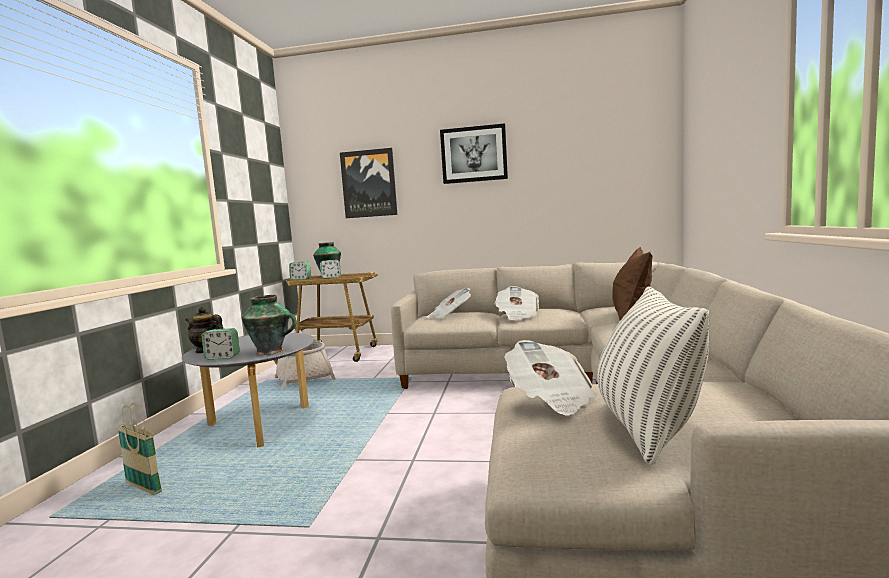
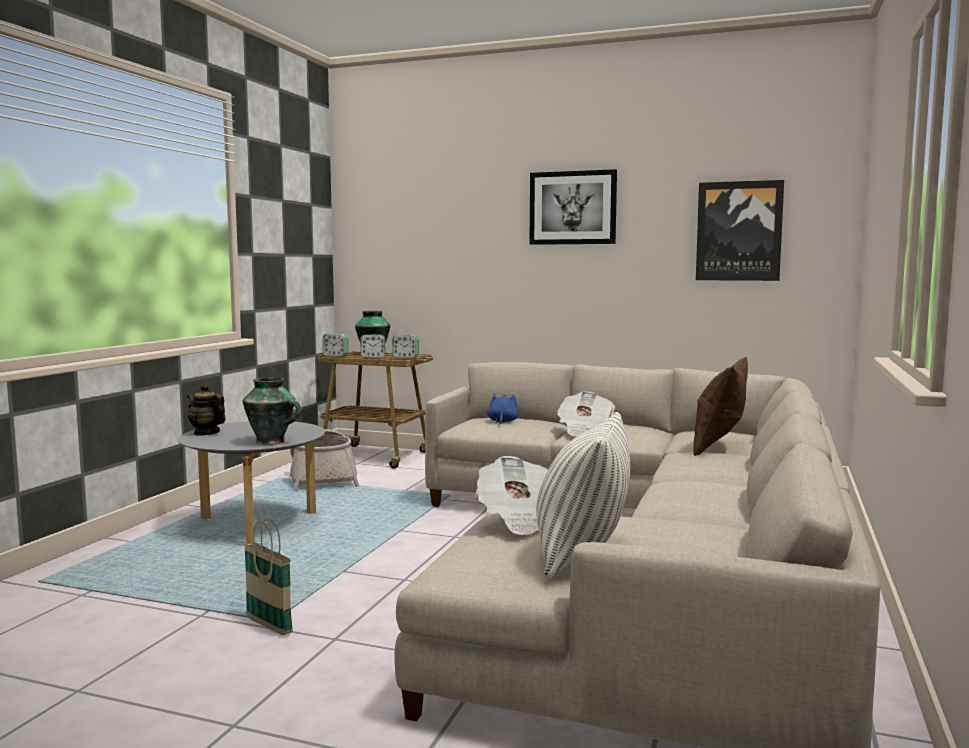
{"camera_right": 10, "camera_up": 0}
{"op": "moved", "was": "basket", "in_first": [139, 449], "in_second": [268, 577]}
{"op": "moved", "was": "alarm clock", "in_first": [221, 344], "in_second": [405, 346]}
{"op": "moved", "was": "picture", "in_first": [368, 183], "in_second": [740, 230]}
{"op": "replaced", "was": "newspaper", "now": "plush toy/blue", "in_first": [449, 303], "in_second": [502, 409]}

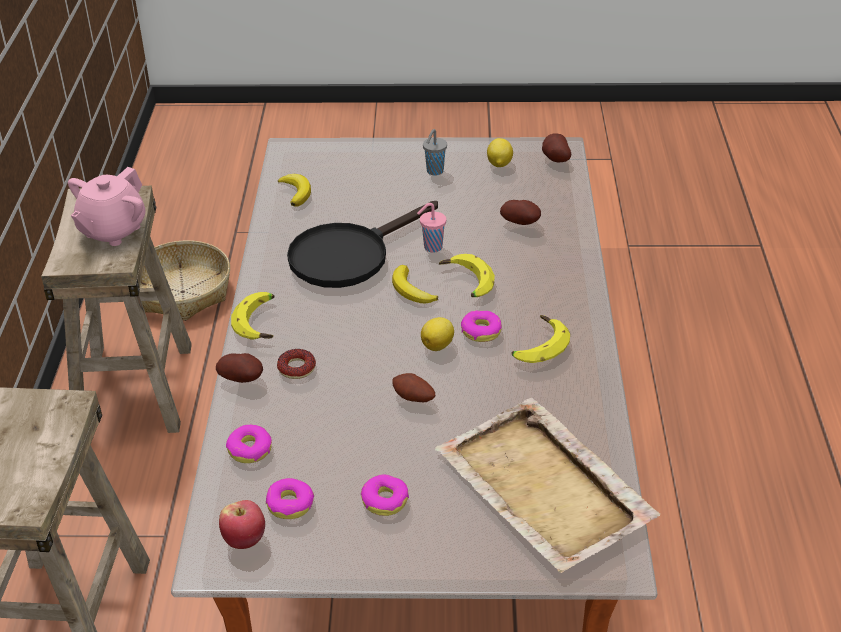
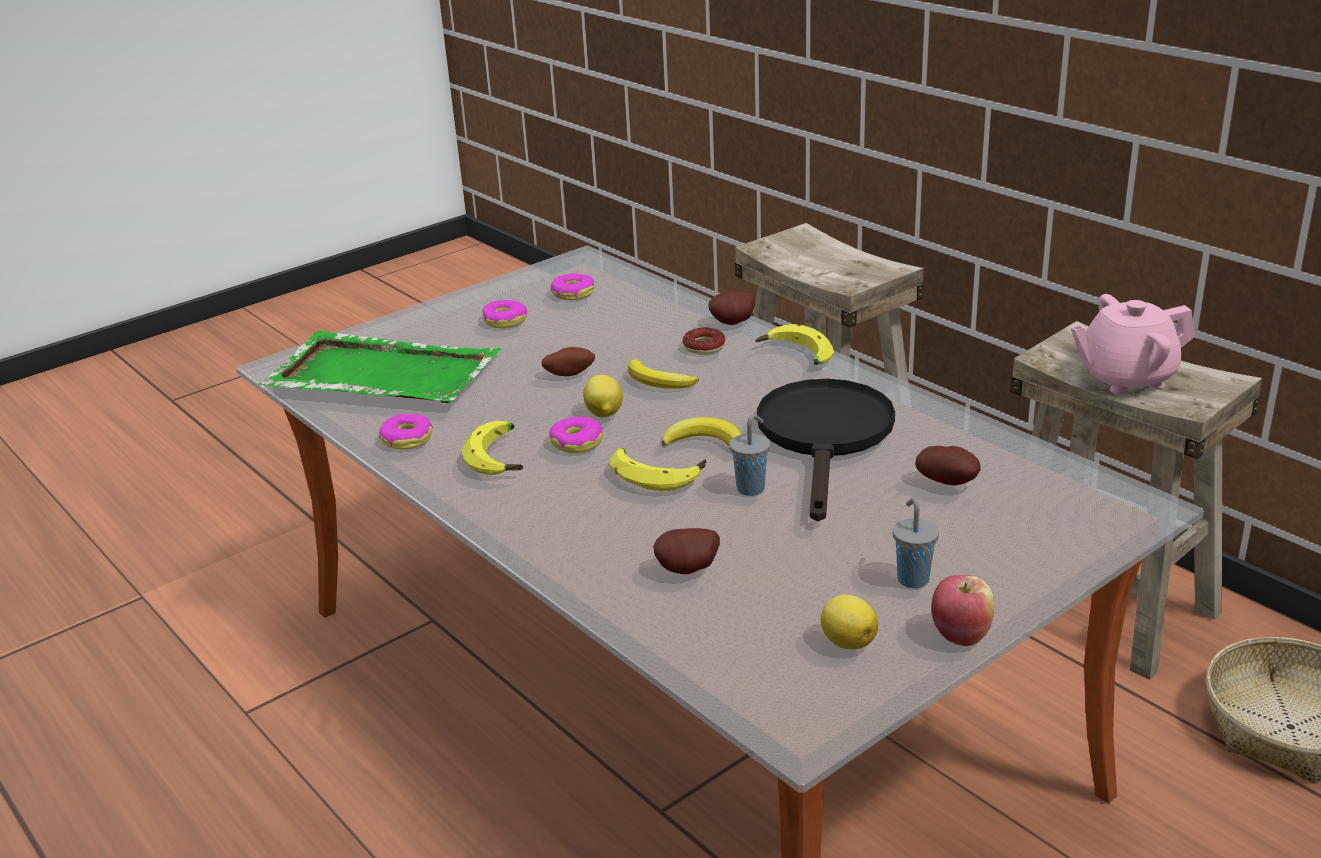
{"camera_right": 140, "camera_up": -10}
{"op": "turned", "was": "teapot/pink", "in_first": [107, 206], "in_second": [1133, 344], "clockwise": -90}
{"op": "moved", "was": "apple", "in_first": [242, 524], "in_second": [962, 610]}
{"op": "moved", "was": "donut", "in_first": [249, 444], "in_second": [406, 432]}
{"op": "moved", "was": "banana", "in_first": [294, 190], "in_second": [663, 374]}
{"op": "recoloured", "was": "cup/pink", "now": "cup/grey", "in_first": [431, 228], "in_second": [750, 455]}
{"op": "recoloured", "was": "tray/beige", "now": "tray/green", "in_first": [547, 485], "in_second": [379, 367]}
{"op": "moved", "was": "potato", "in_first": [556, 147], "in_second": [947, 466]}

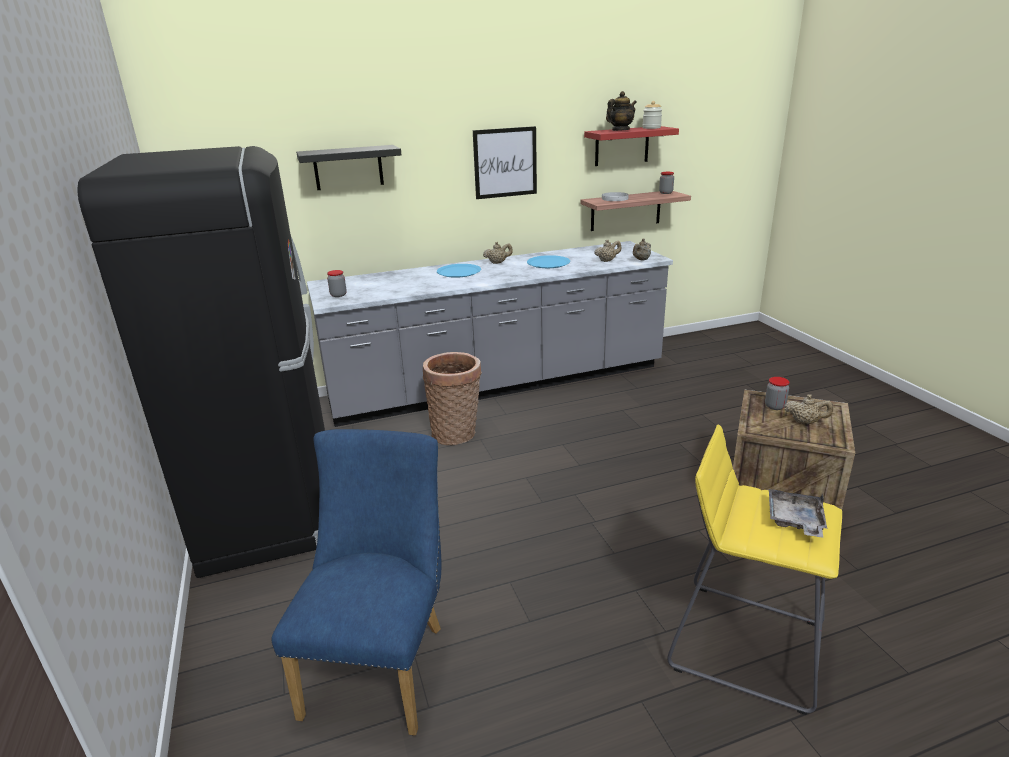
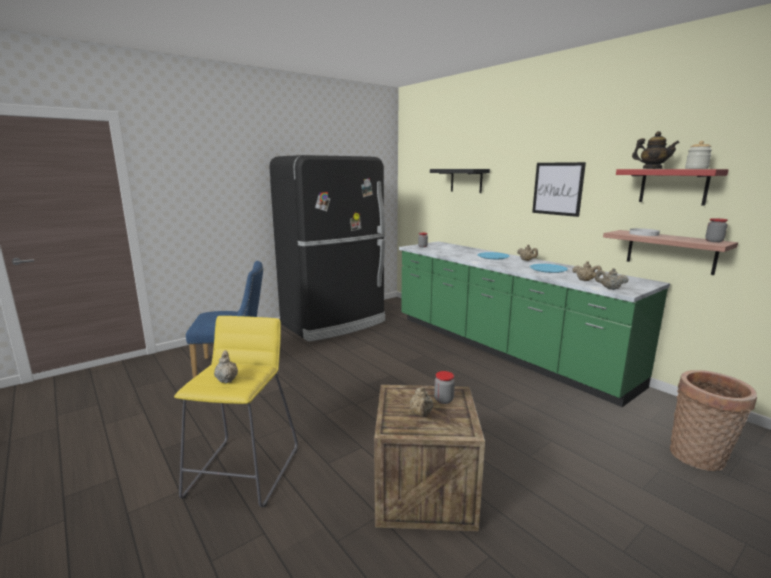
{"camera_right": 70, "camera_up": -10}
{"op": "recoloured", "was": "counter/grey", "now": "counter/green", "in_first": [490, 334], "in_second": [534, 324]}
{"op": "moved", "was": "basket", "in_first": [452, 398], "in_second": [713, 420]}
{"op": "replaced", "was": "tray/grey", "now": "teapot/beige", "in_first": [798, 513], "in_second": [226, 366]}

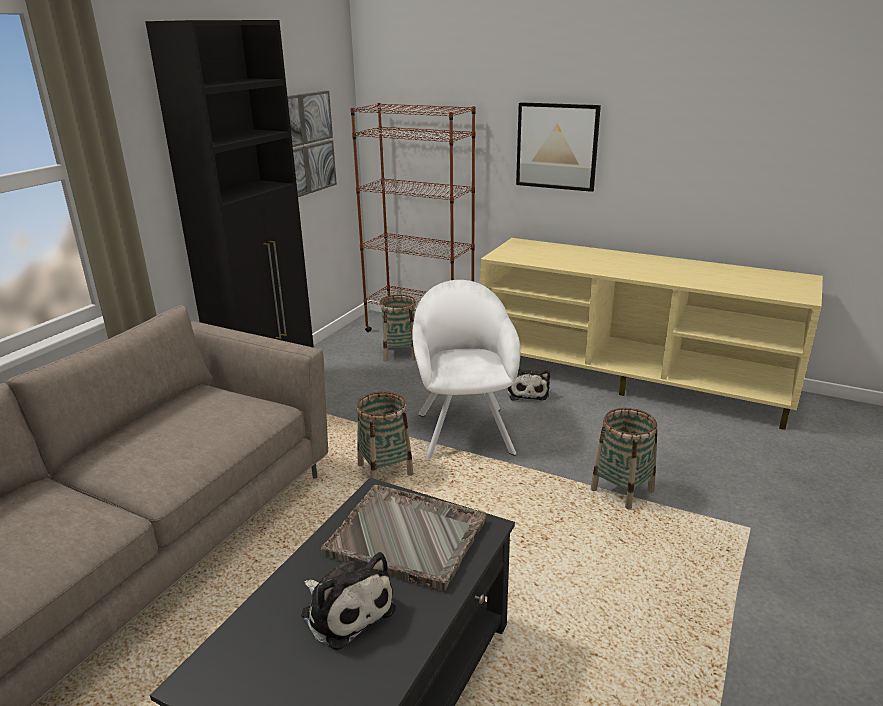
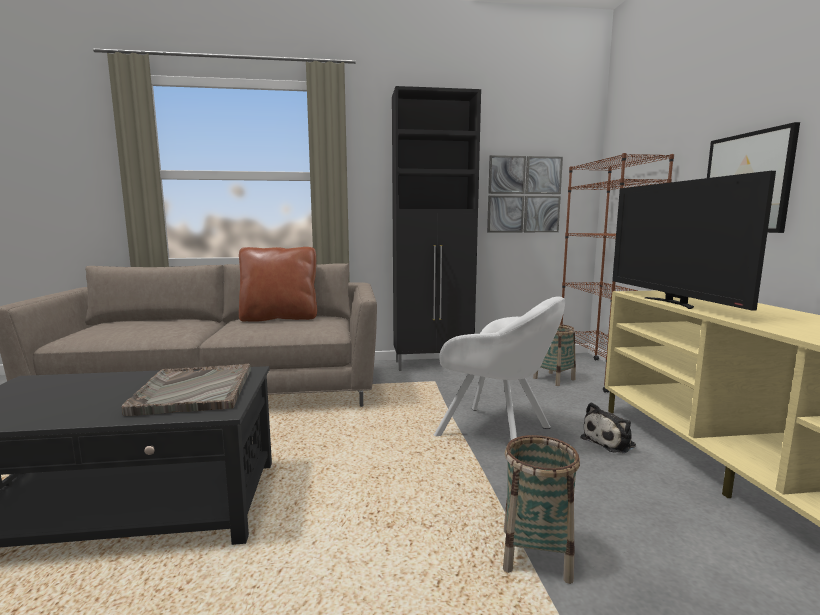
{"camera_right": 55, "camera_up": -15}
{"op": "removed", "was": "plush toy", "in_first": [348, 601]}
{"op": "removed", "was": "basket", "in_first": [385, 435]}
{"op": "turned", "was": "armchair/white", "in_first": [466, 370], "in_second": [499, 368], "clockwise": 75}
{"op": "added", "now": "pillow/brown", "in_second": [278, 284]}
{"op": "added", "now": "television", "in_second": [694, 241]}

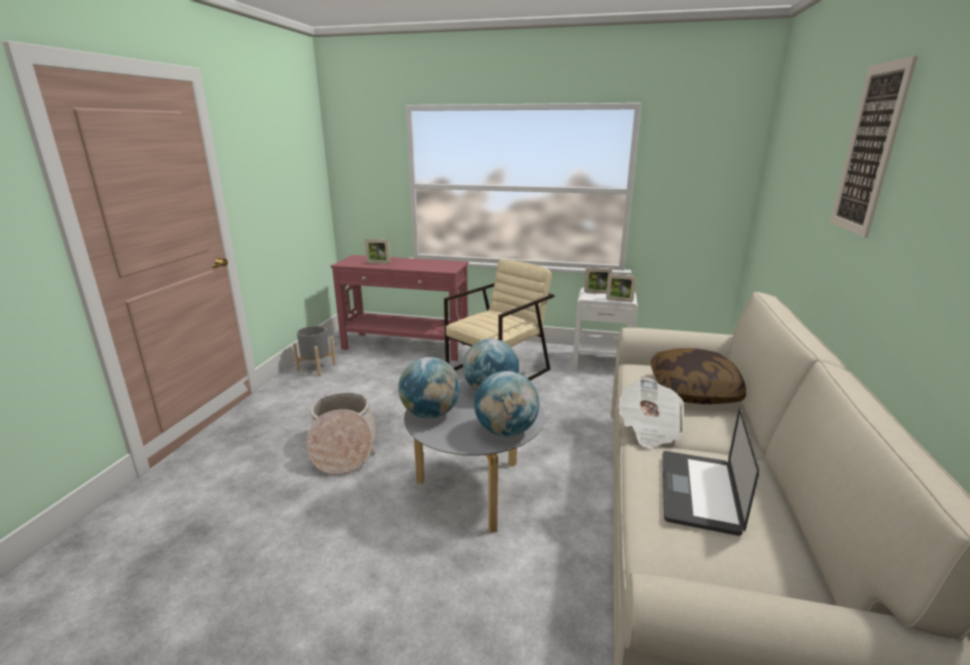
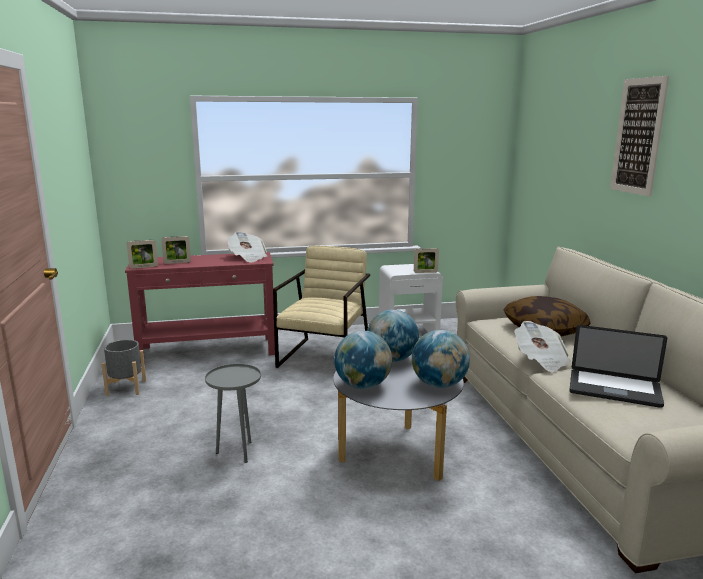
{"camera_right": -25, "camera_up": -5}
{"op": "replaced", "was": "basket", "now": "side table/grey", "in_first": [341, 433], "in_second": [233, 413]}
{"op": "moved", "was": "picture frame", "in_first": [598, 281], "in_second": [142, 254]}
{"op": "turned", "was": "laptop", "in_first": [711, 472], "in_second": [618, 366], "clockwise": -60}
{"op": "added", "now": "newspaper", "in_second": [248, 247]}

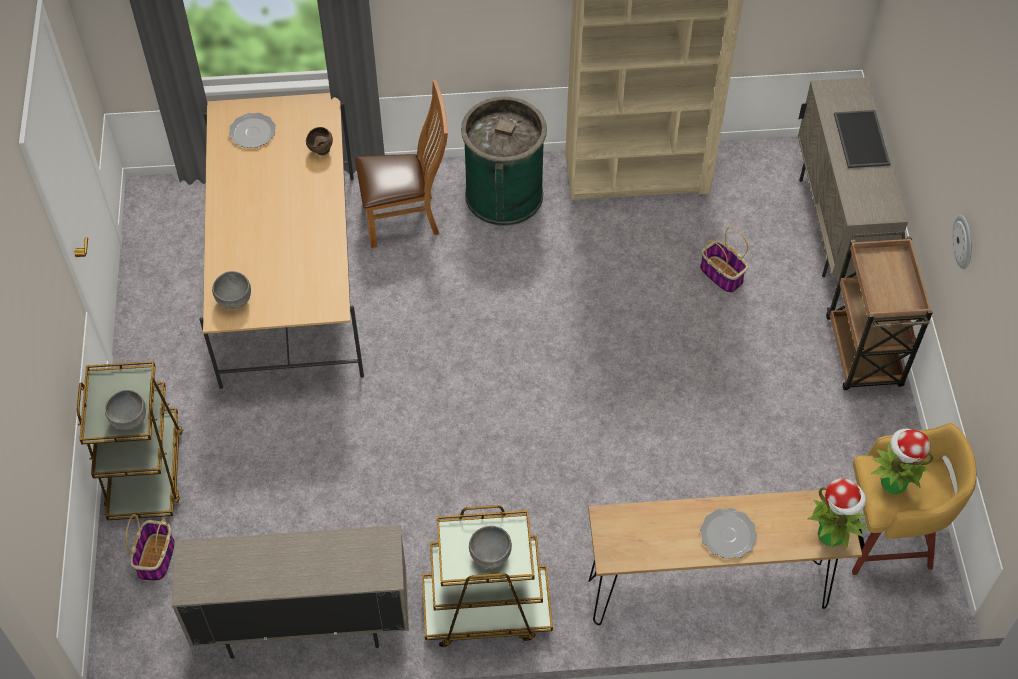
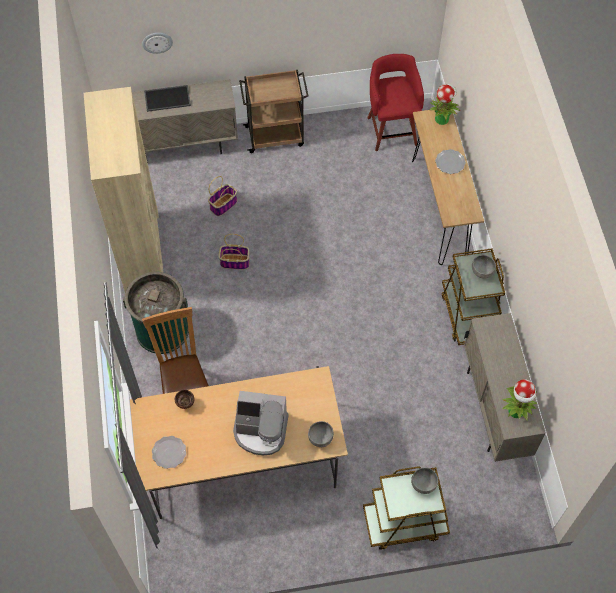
{"camera_right": -95, "camera_up": 5}
{"op": "moved", "was": "basket", "in_first": [150, 547], "in_second": [233, 251]}
{"op": "recoloured", "was": "stool/yellow", "now": "stool/red", "in_first": [914, 499], "in_second": [395, 102]}
{"op": "moved", "was": "potted plant", "in_first": [902, 461], "in_second": [519, 399]}
{"op": "moved", "was": "wall clock", "in_first": [962, 242], "in_second": [157, 43]}
{"op": "added", "now": "coffee machine", "in_second": [261, 423]}

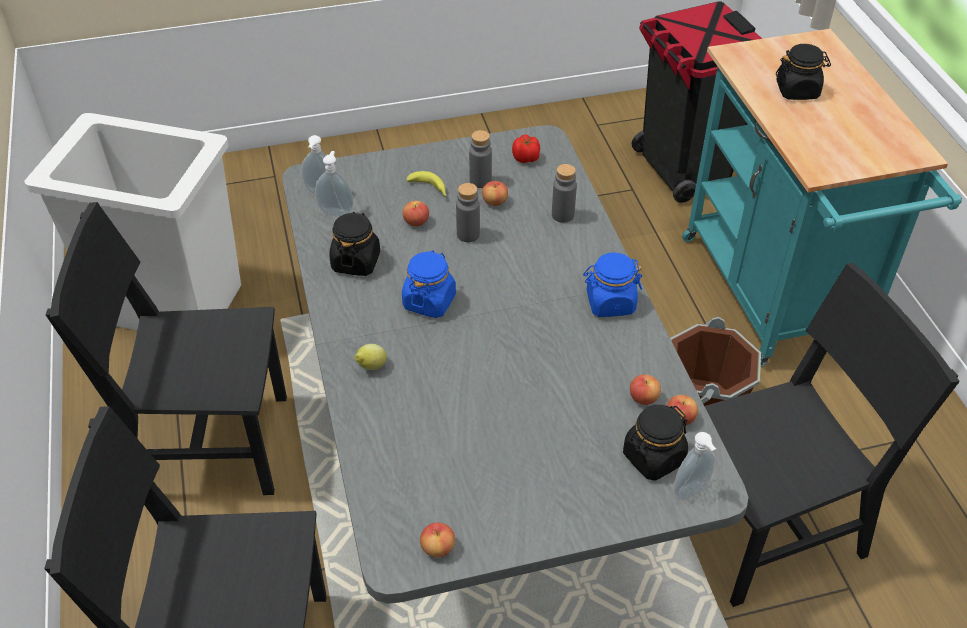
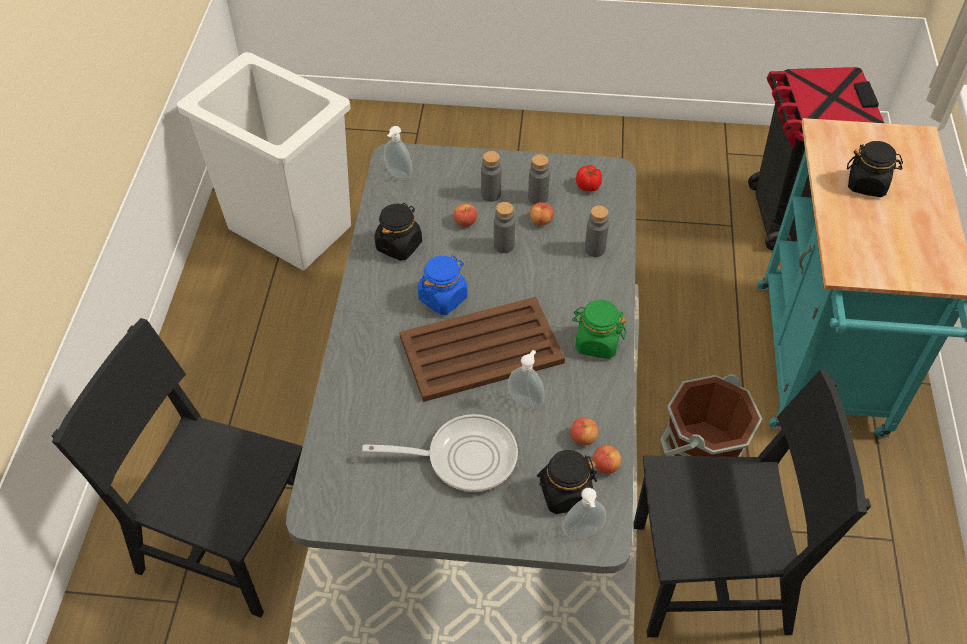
{"camera_right": 20, "camera_up": 5}
{"op": "removed", "was": "chair/black", "in_first": [166, 348]}
{"op": "moved", "was": "soap dispenser", "in_first": [334, 184], "in_second": [526, 379]}
{"op": "removed", "was": "lemon", "in_first": [371, 357]}
{"op": "replaced", "was": "banana", "now": "bottle/grey", "in_first": [427, 184], "in_second": [491, 176]}
{"op": "removed", "was": "apple", "in_first": [437, 540]}
{"op": "recoloured", "was": "jar/blue", "now": "jar/green", "in_first": [612, 284], "in_second": [599, 329]}
{"op": "added", "now": "frying pan", "in_second": [440, 453]}
{"op": "added", "now": "tray/brown", "in_second": [482, 349]}

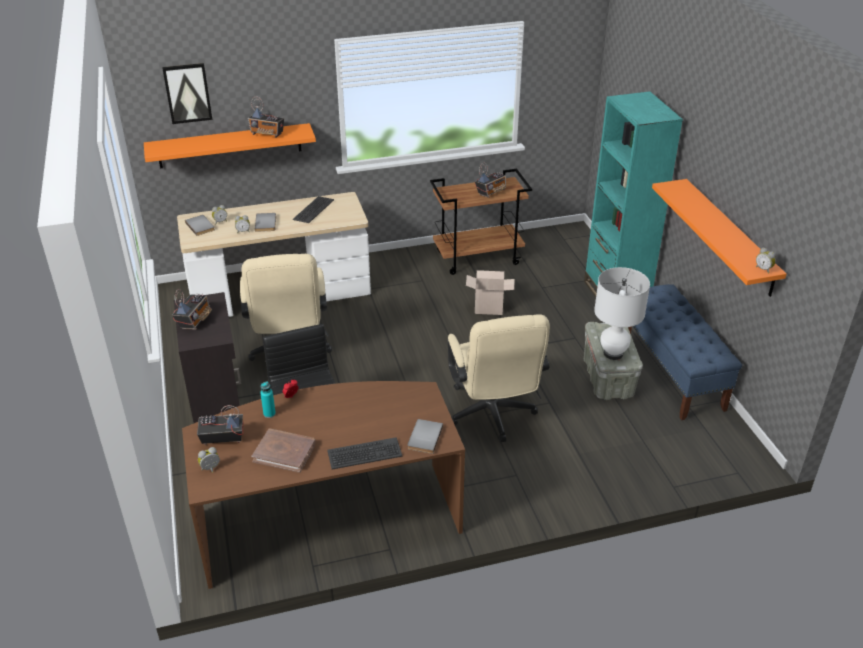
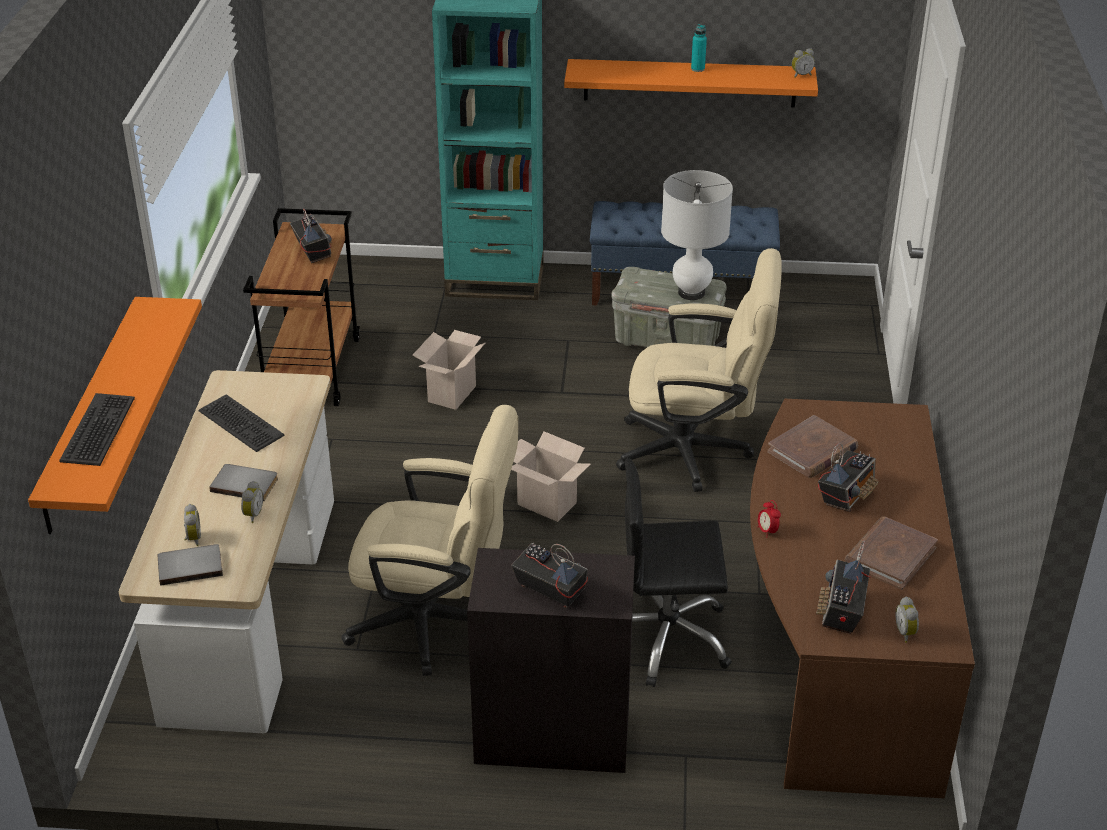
{"camera_right": -70, "camera_up": 0}
{"op": "removed", "was": "picture", "in_first": [187, 93]}
{"op": "moved", "was": "radio", "in_first": [266, 117], "in_second": [848, 477]}
{"op": "moved", "was": "bottle/turquoise", "in_first": [268, 399], "in_second": [699, 48]}
{"op": "moved", "was": "keyboard", "in_first": [365, 453], "in_second": [97, 429]}
{"op": "removed", "was": "book/grey", "in_first": [425, 436]}
{"op": "added", "now": "cardboard box", "in_second": [551, 477]}
{"op": "added", "now": "book/brown", "in_second": [812, 446]}

